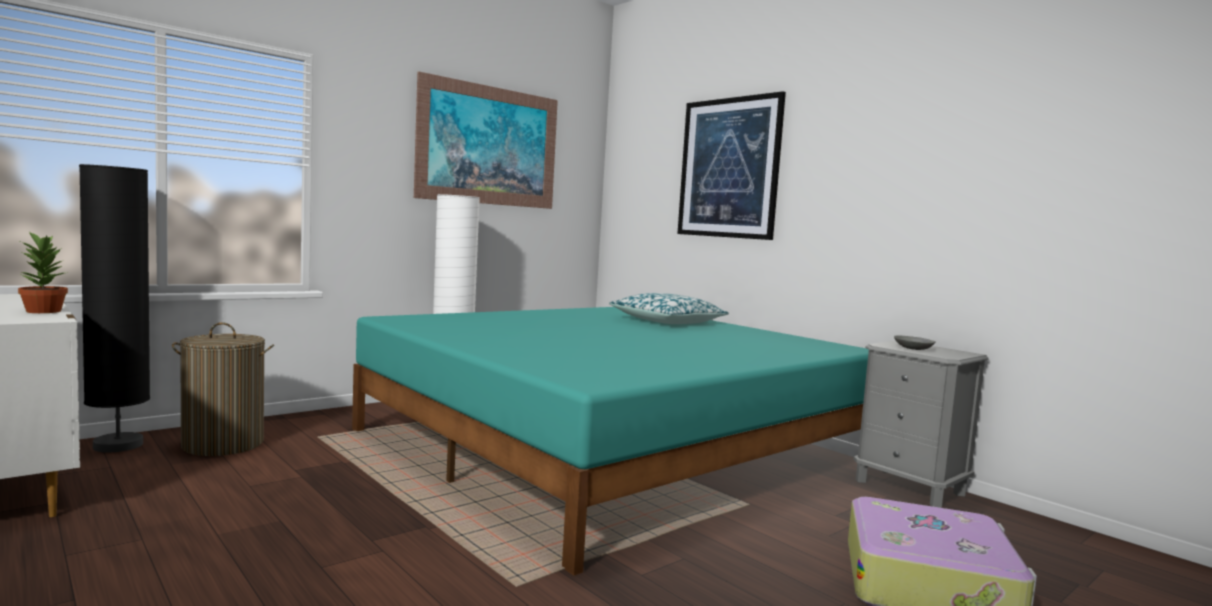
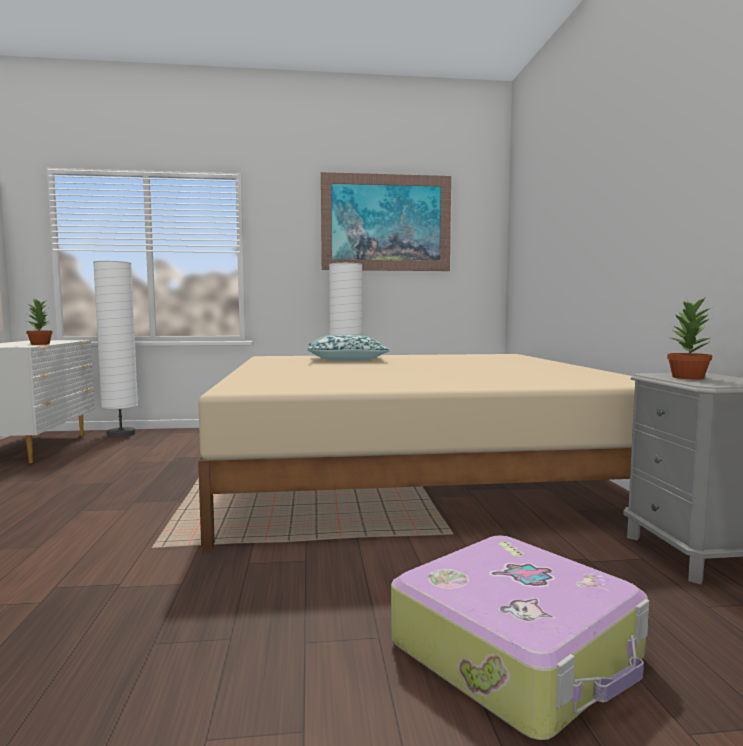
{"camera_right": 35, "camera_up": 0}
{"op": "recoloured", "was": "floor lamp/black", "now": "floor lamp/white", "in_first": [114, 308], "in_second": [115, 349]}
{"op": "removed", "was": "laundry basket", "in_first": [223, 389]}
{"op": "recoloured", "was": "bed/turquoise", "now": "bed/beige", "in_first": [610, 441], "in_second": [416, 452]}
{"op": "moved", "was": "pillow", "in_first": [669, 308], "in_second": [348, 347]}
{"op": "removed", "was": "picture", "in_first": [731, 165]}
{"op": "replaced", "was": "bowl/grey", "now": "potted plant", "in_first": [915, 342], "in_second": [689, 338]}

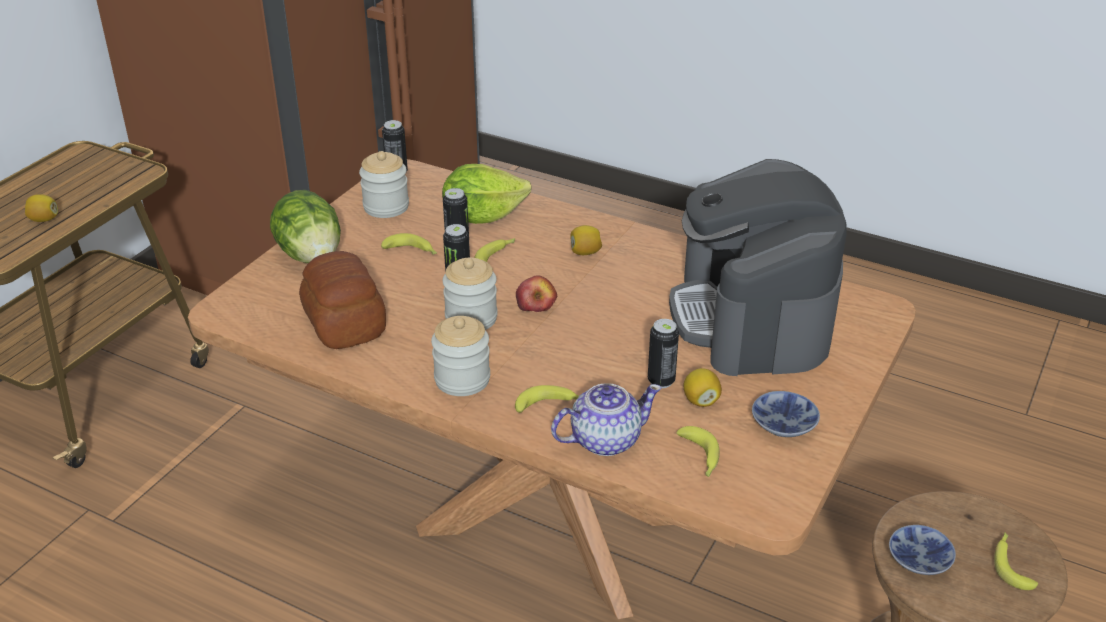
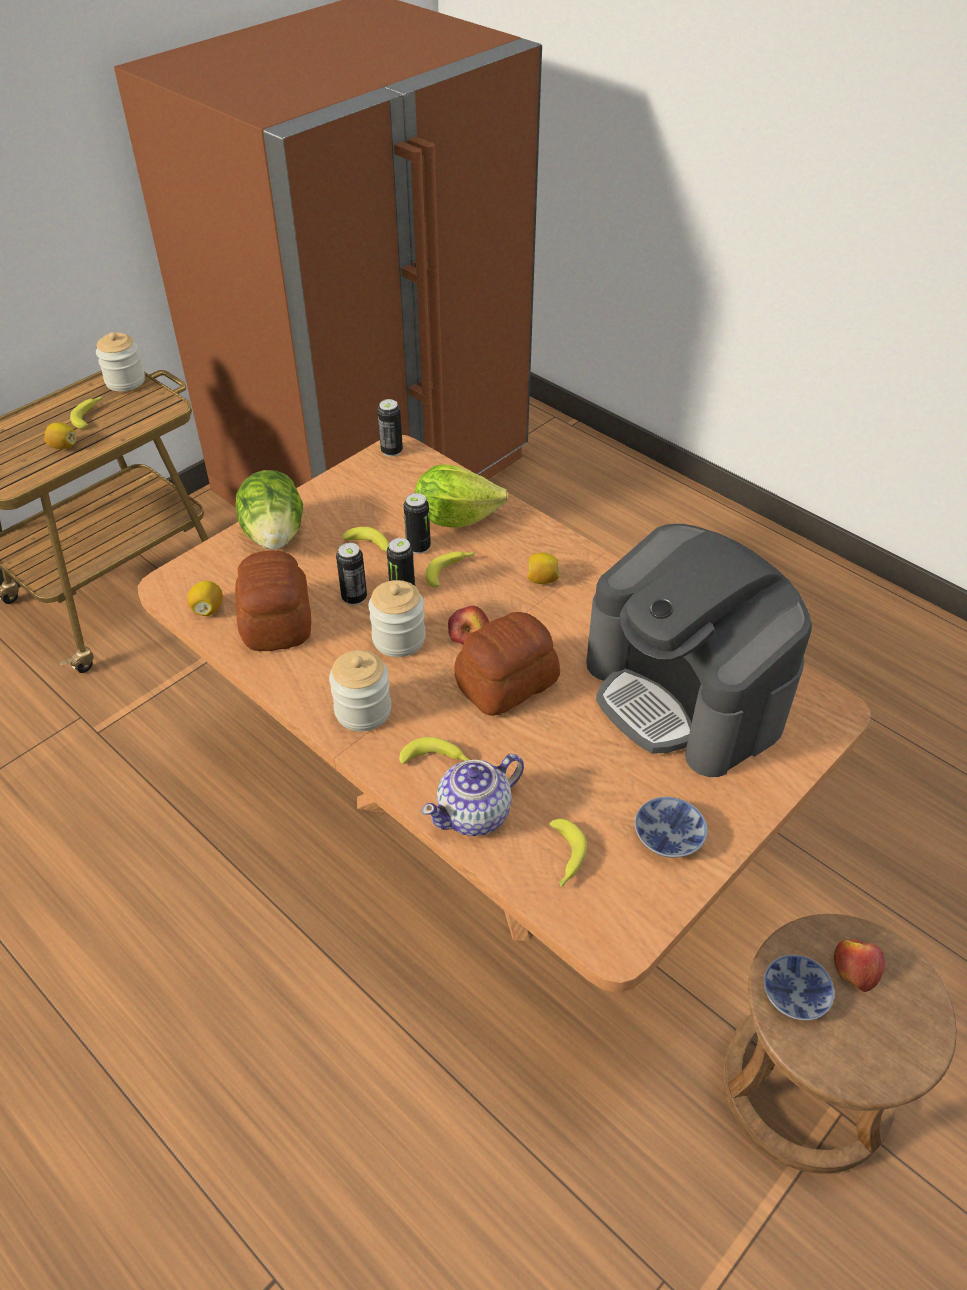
{"camera_right": 15, "camera_up": 10}
{"op": "moved", "was": "jar", "in_first": [384, 184], "in_second": [120, 362]}
{"op": "turned", "was": "teapot", "in_first": [606, 419], "in_second": [472, 795], "clockwise": 150}
{"op": "moved", "was": "can", "in_first": [663, 353], "in_second": [351, 574]}
{"op": "turned", "was": "coffee machine", "in_first": [758, 267], "in_second": [699, 650], "clockwise": -45}
{"op": "moved", "was": "lemon", "in_first": [702, 387], "in_second": [205, 598]}
{"op": "moved", "was": "banana", "in_first": [1016, 561], "in_second": [86, 412]}
{"op": "added", "now": "bread", "in_second": [507, 664]}
{"op": "added", "now": "apple", "in_second": [859, 965]}

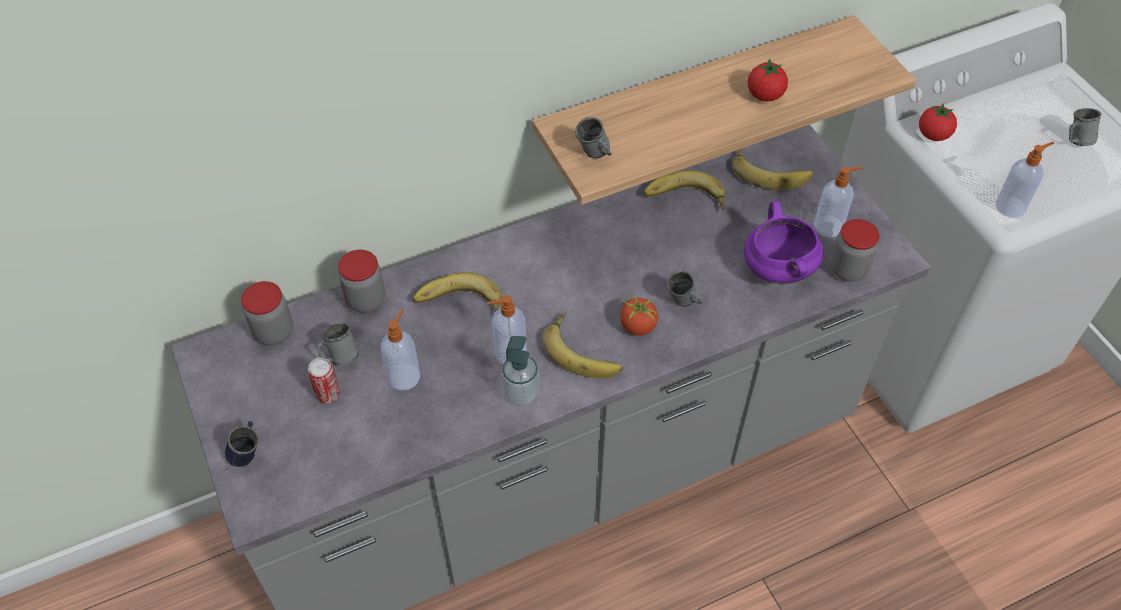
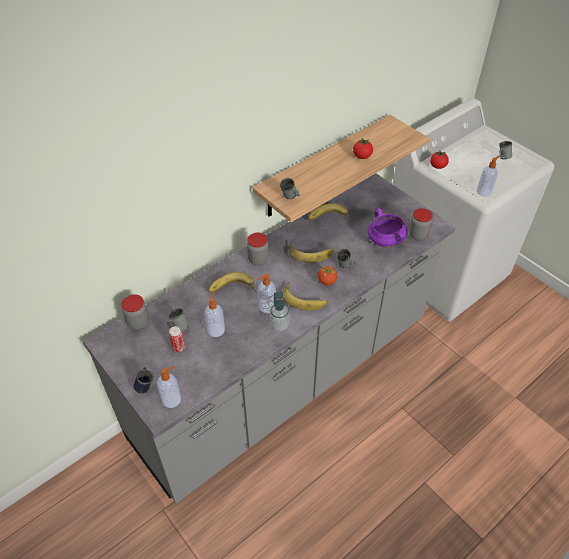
{"camera_right": -15, "camera_up": -5}
{"op": "moved", "was": "jar", "in_first": [361, 281], "in_second": [258, 249]}
{"op": "moved", "was": "banana", "in_first": [772, 169], "in_second": [311, 252]}
{"op": "moved", "was": "soap dispenser", "in_first": [838, 202], "in_second": [169, 387]}

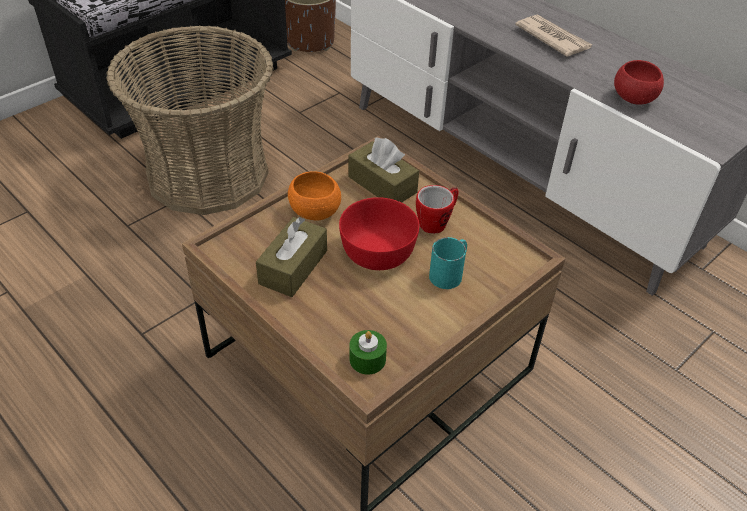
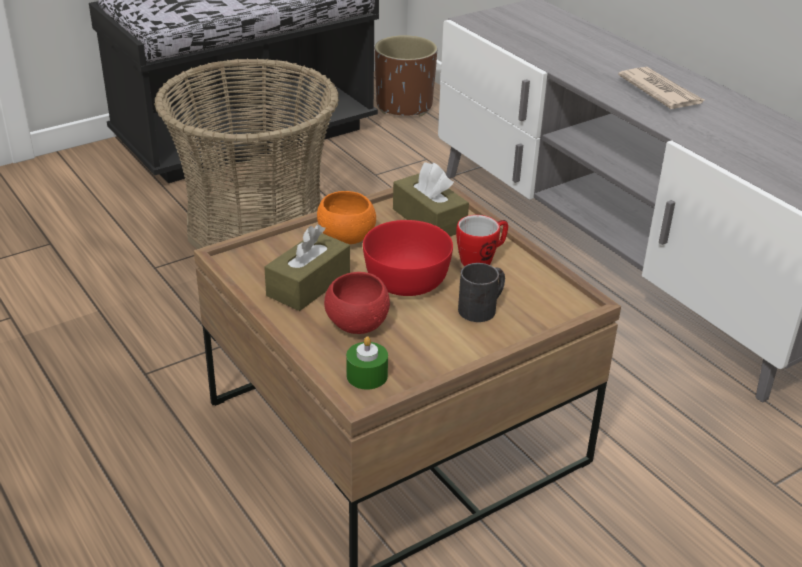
{"camera_right": 10, "camera_up": -10}
{"op": "recoloured", "was": "mug/turquoise", "now": "mug/black", "in_first": [448, 263], "in_second": [481, 292]}
{"op": "moved", "was": "bowl/red", "in_first": [639, 82], "in_second": [357, 303]}

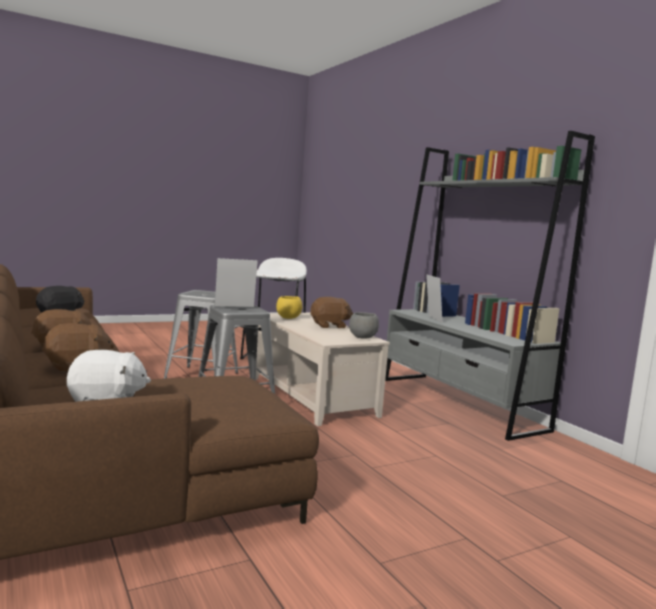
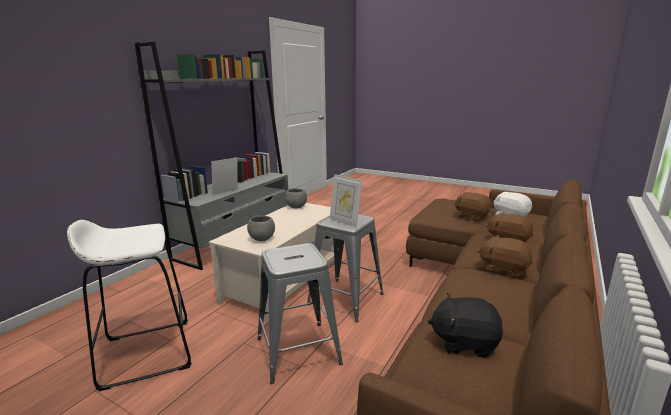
{"camera_right": -120, "camera_up": 10}
{"op": "recoloured", "was": "bowl/yellow", "now": "bowl/grey", "in_first": [289, 307], "in_second": [261, 228]}
{"op": "moved", "was": "plush toy/brown", "in_first": [331, 312], "in_second": [473, 206]}

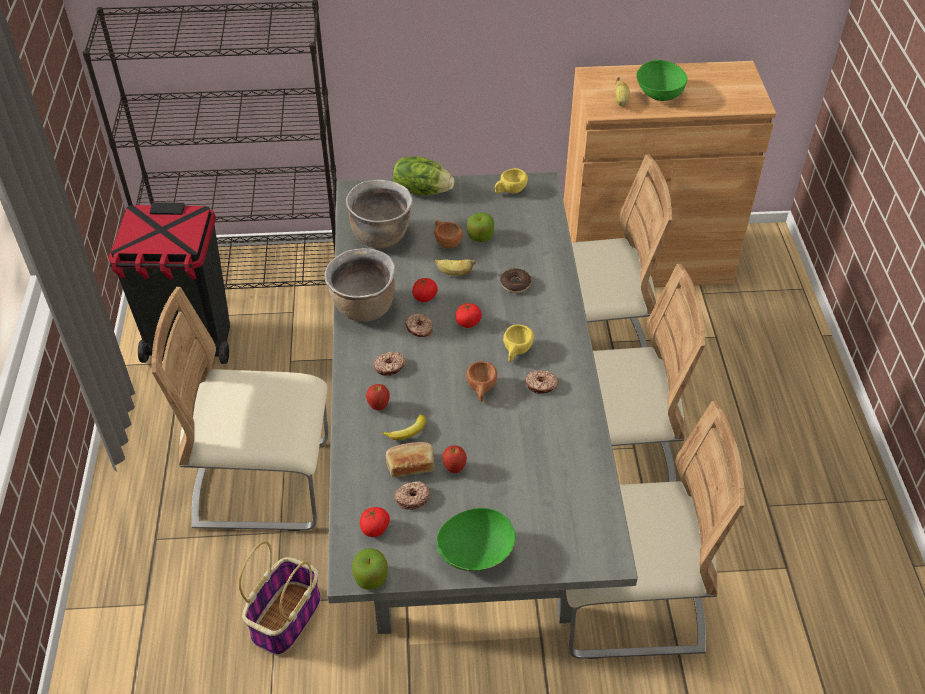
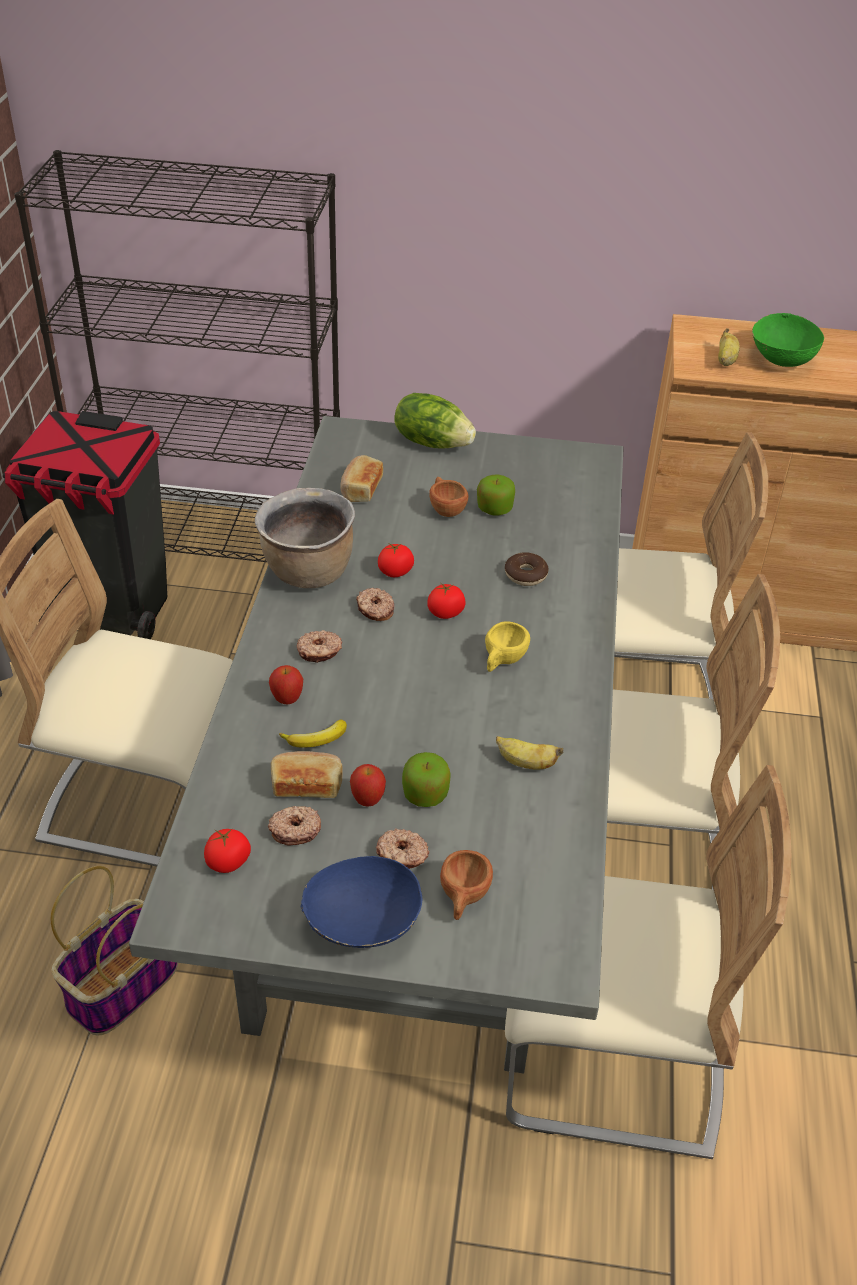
{"camera_right": 10, "camera_up": -5}
{"op": "replaced", "was": "cooking pot/brown", "now": "bread", "in_first": [379, 214], "in_second": [361, 478]}
{"op": "moved", "was": "apple", "in_first": [370, 569], "in_second": [426, 779]}
{"op": "moved", "was": "banana", "in_first": [455, 267], "in_second": [529, 753]}
{"op": "recoloured", "was": "bowl/green", "now": "bowl/blue", "in_first": [476, 539], "in_second": [361, 902]}
{"op": "moved", "was": "cup/brown", "in_first": [481, 381], "in_second": [466, 885]}
{"op": "removed", "was": "cup/yellow", "in_first": [511, 181]}
{"op": "moved", "was": "donut", "in_first": [542, 382], "in_second": [402, 848]}

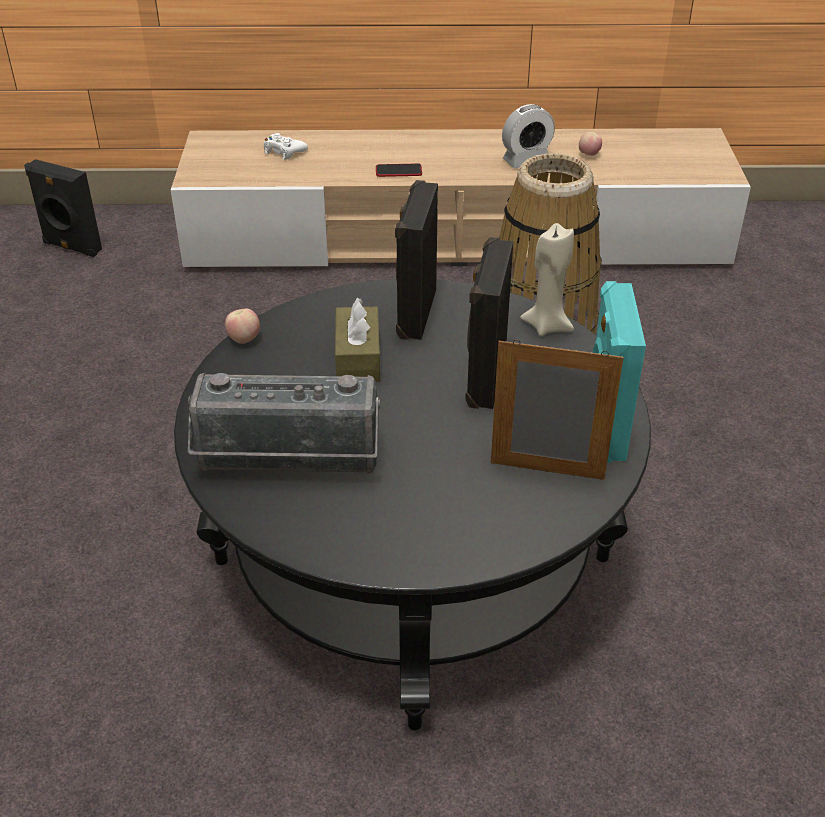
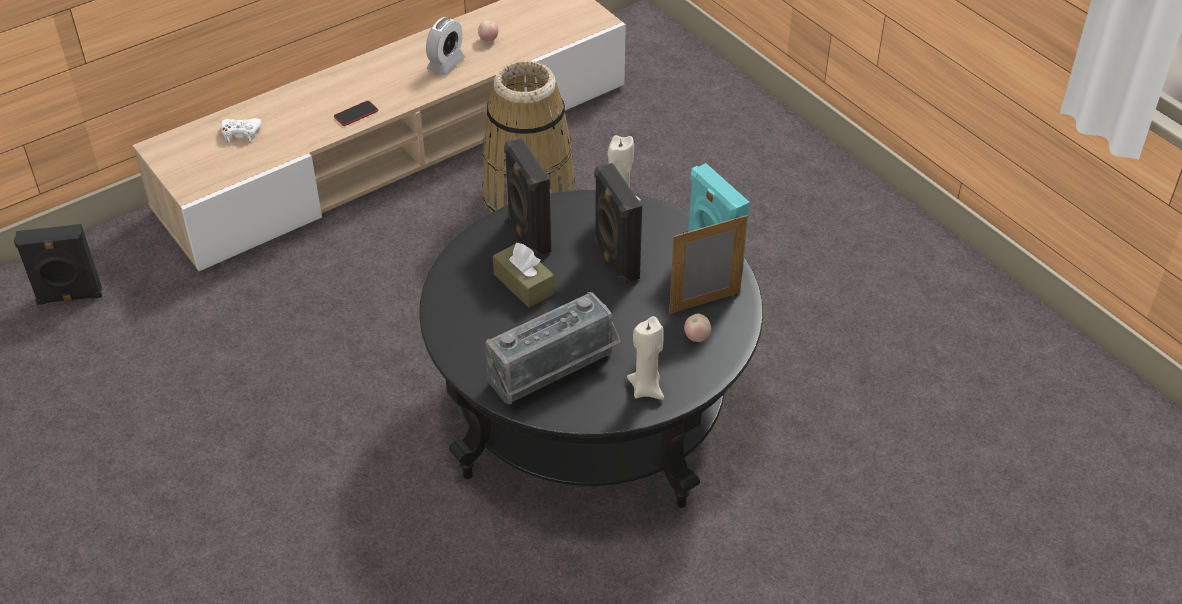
{"camera_right": -35, "camera_up": 5}
{"op": "moved", "was": "apple", "in_first": [242, 326], "in_second": [697, 328]}
{"op": "added", "now": "candle/beige", "in_second": [645, 358]}

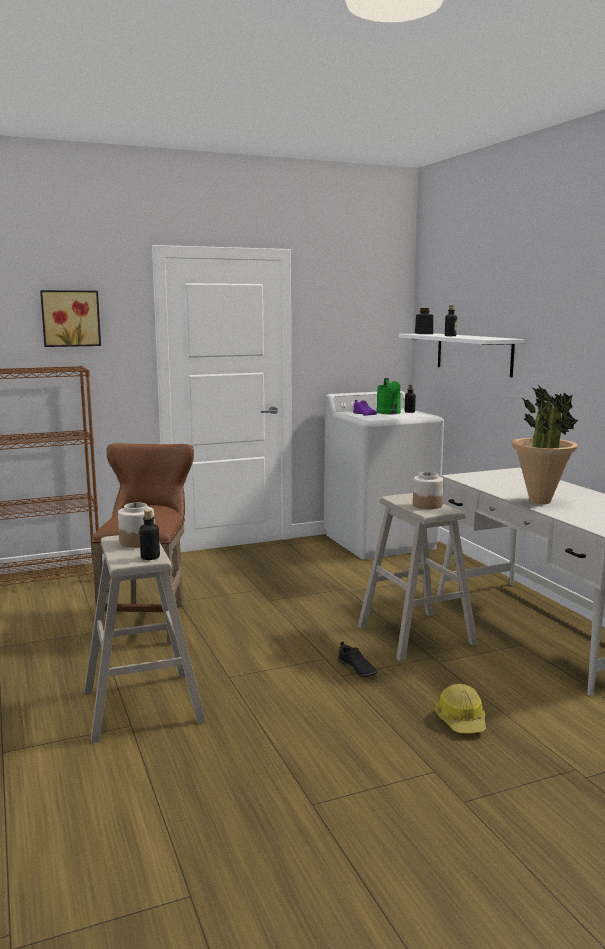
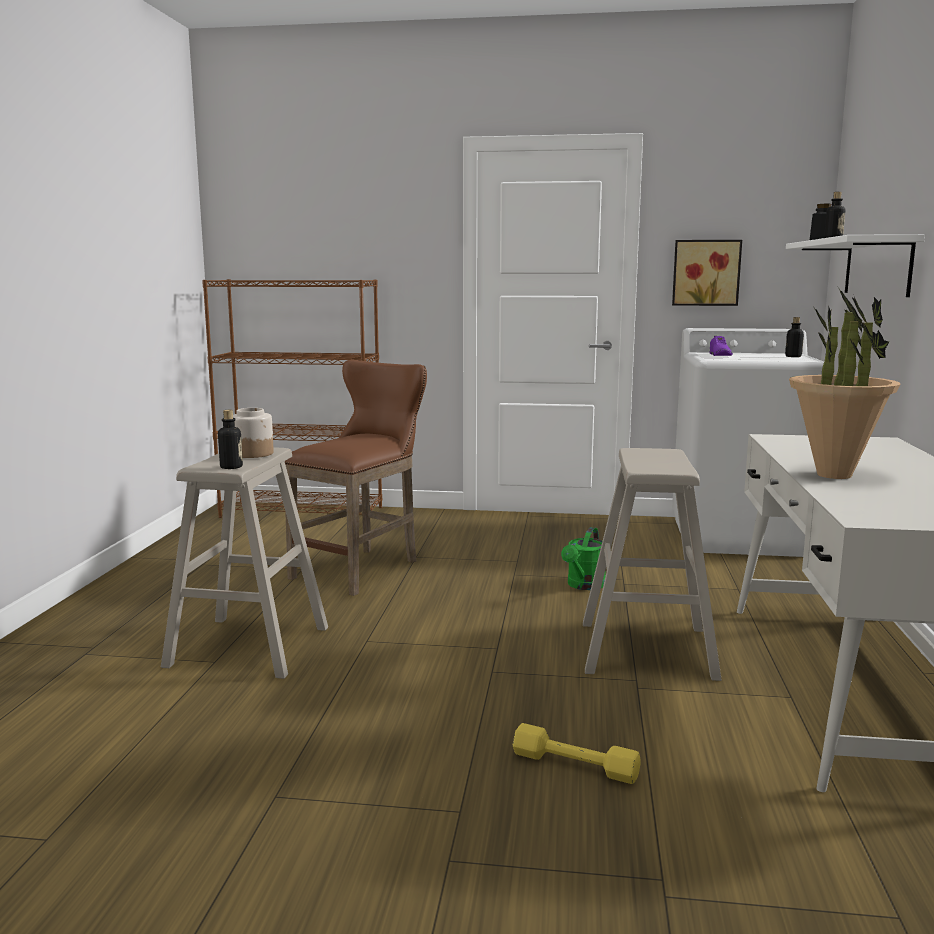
{"camera_right": 30, "camera_up": 0}
{"op": "moved", "was": "picture", "in_first": [70, 318], "in_second": [707, 273]}
{"op": "removed", "was": "shoe/black", "in_first": [357, 659]}
{"op": "moved", "was": "watering can/green", "in_first": [388, 396], "in_second": [583, 558]}
{"op": "removed", "was": "jar", "in_first": [428, 490]}
{"op": "replaced", "was": "hard hat", "now": "dumbbell/yellow", "in_first": [460, 708], "in_second": [576, 753]}

